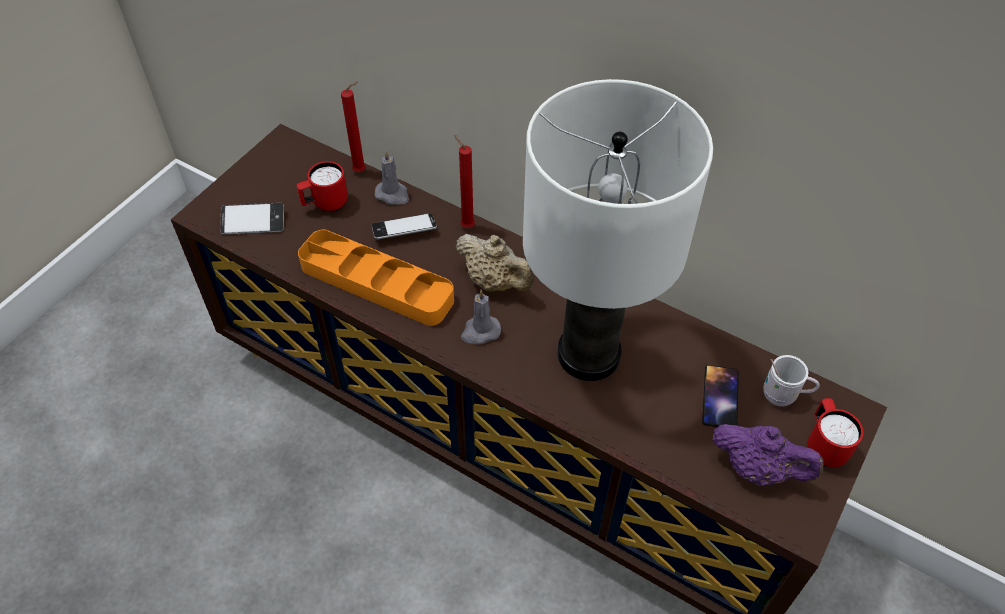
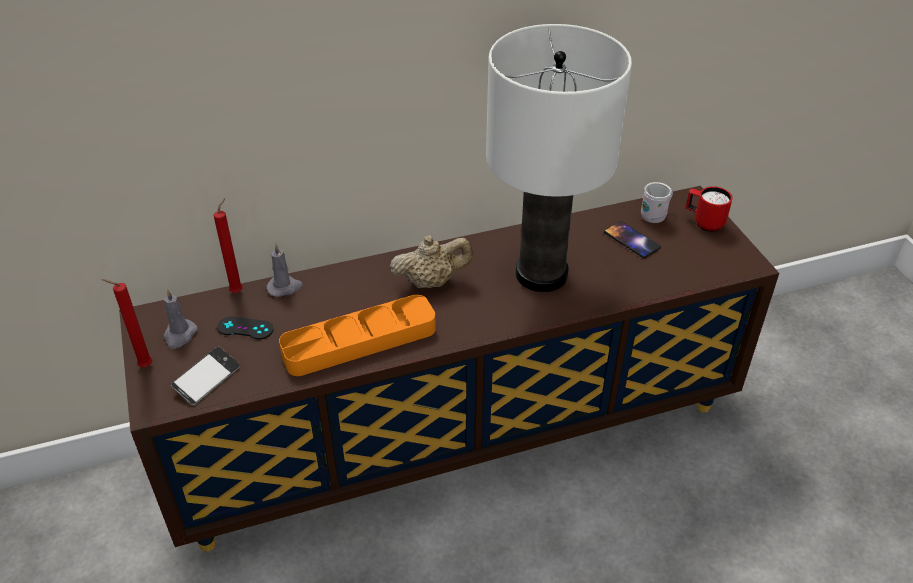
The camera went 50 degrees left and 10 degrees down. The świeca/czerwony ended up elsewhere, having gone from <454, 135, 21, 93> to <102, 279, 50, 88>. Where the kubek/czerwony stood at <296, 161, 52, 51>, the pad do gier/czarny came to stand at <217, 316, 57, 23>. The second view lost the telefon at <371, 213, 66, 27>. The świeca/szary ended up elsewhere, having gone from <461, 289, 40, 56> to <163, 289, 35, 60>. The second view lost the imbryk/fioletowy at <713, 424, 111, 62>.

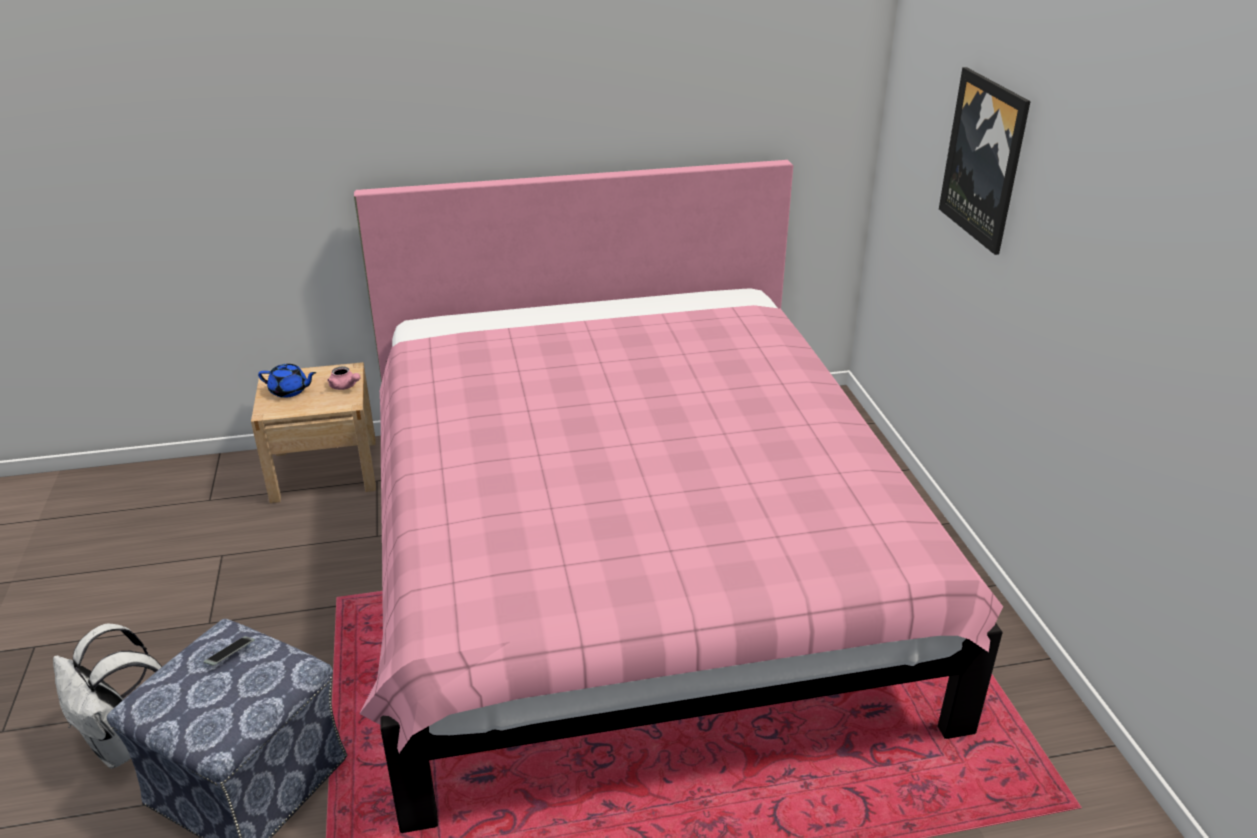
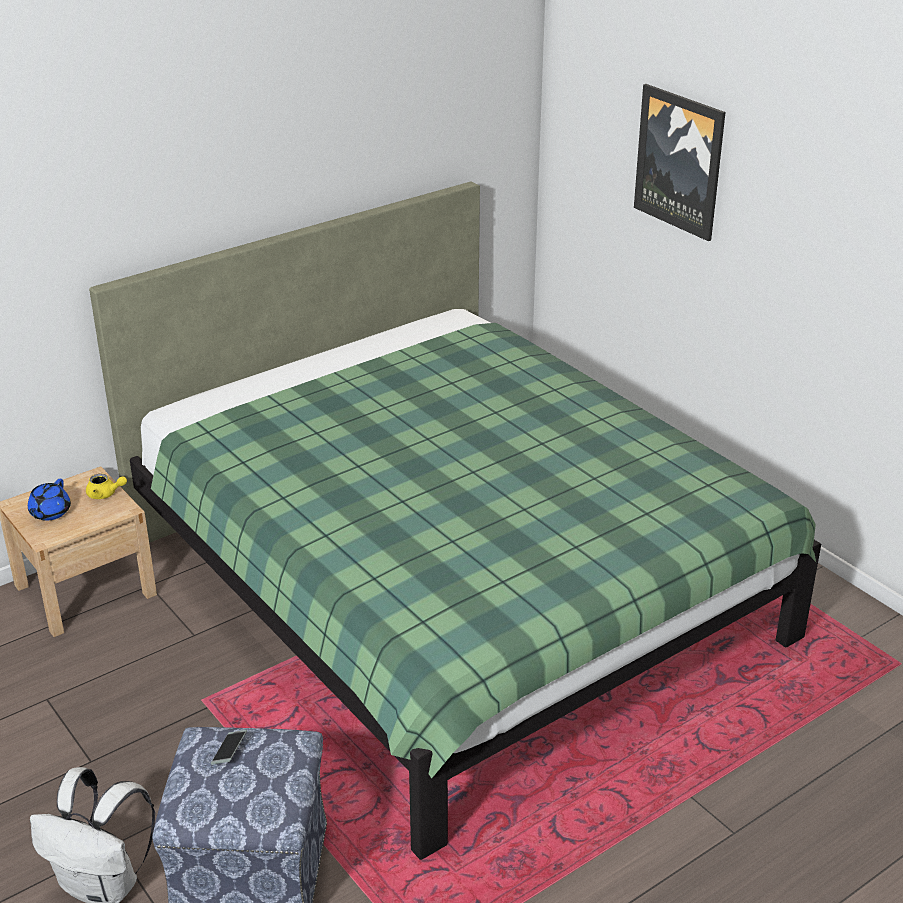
The camera went 25 degrees left and 0 degrees up. What was the łóżko/różowy at <354, 160, 649, 673> turned into the łóżko/zielony at <89, 181, 732, 679>. The imbryk/niebieski at <258, 364, 59, 34> ended up facing another way, 120 degrees clockwise from before. What was the imbryk/różowy at <327, 367, 34, 23> turned into the imbryk/żółty at <86, 474, 41, 25>.

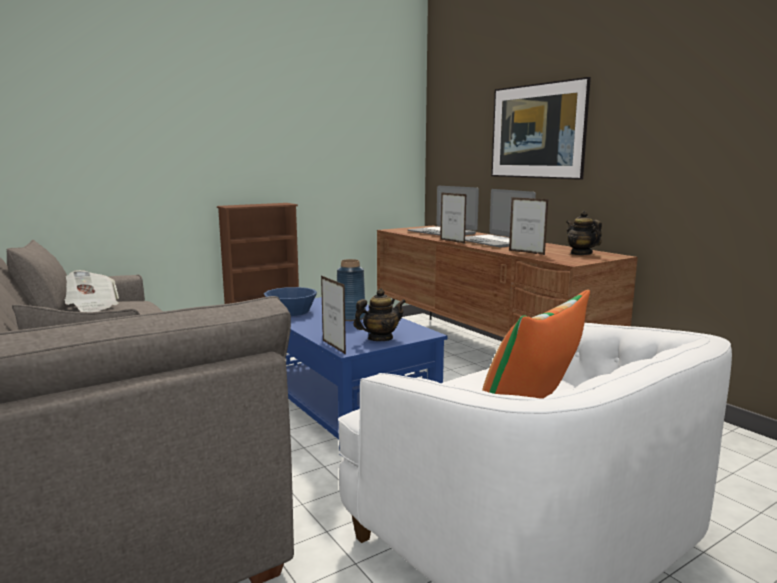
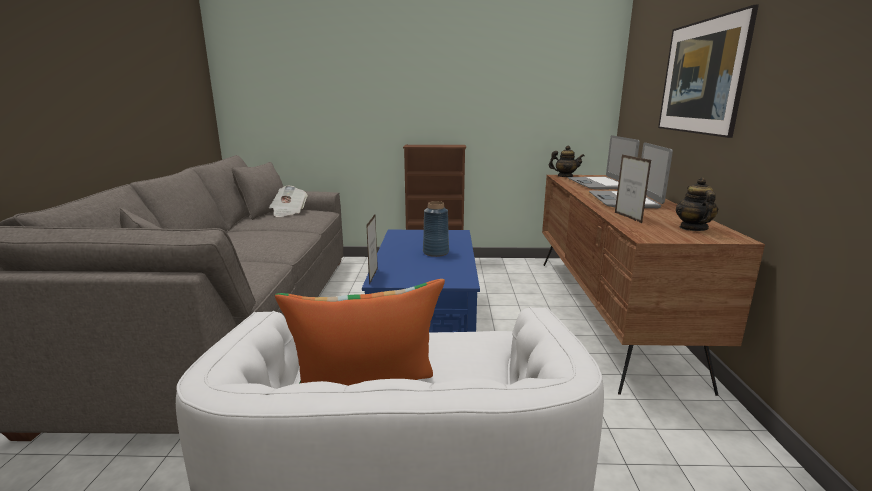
The camera went 35 degrees right and 5 degrees up. The second view lost the ramka na zdjęcie at <440, 192, 27, 52>. The second view lost the miska/niebieski at <264, 287, 53, 29>. The imbryk ended up elsewhere, having gone from <353, 288, 53, 53> to <549, 145, 35, 32>.

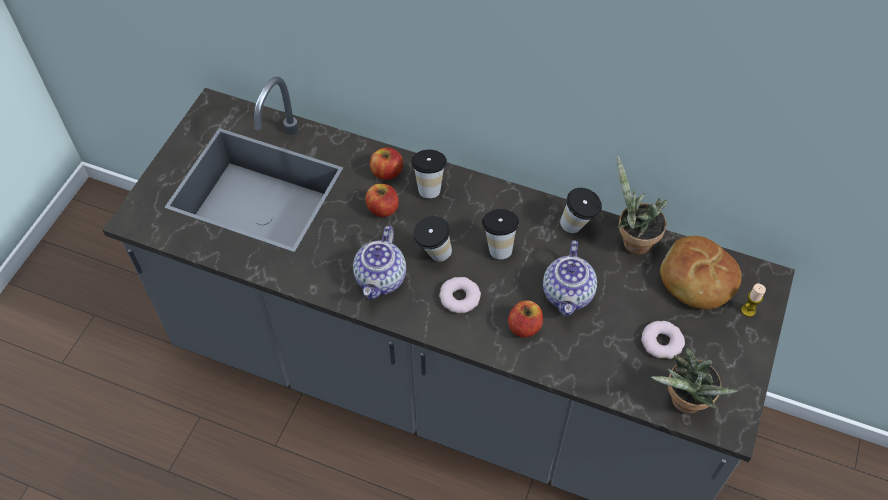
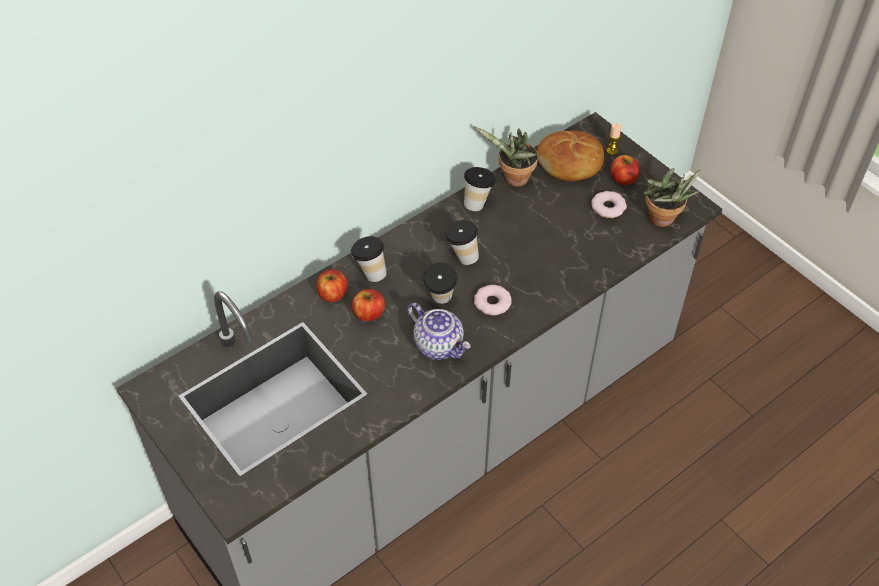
The camera went 60 degrees left and 5 degrees down. The second view lost the imbryk at <543, 240, 54, 76>. The jabłko ended up elsewhere, having gone from <508, 300, 35, 38> to <611, 155, 29, 30>.

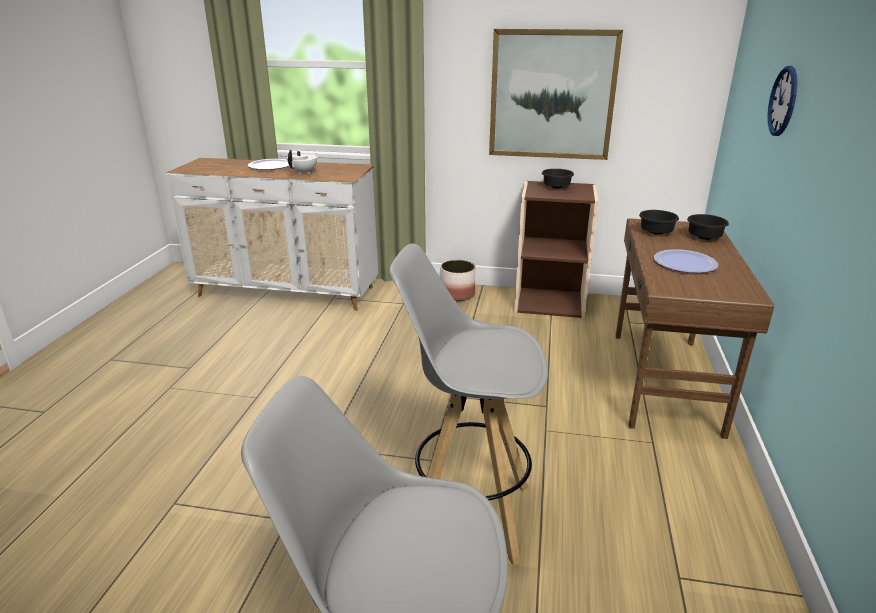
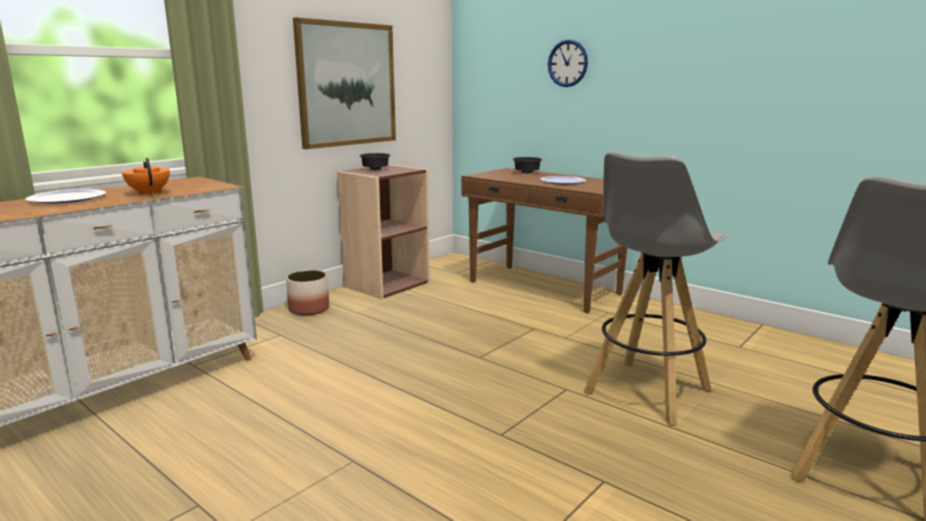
The camera went 60 degrees left and 10 degrees down. What was the imbryk/biały at <287, 150, 30, 25> turned into the imbryk/pomarańczowy at <122, 158, 48, 37>. The second view lost the miska/czarny at <639, 210, 40, 25>.

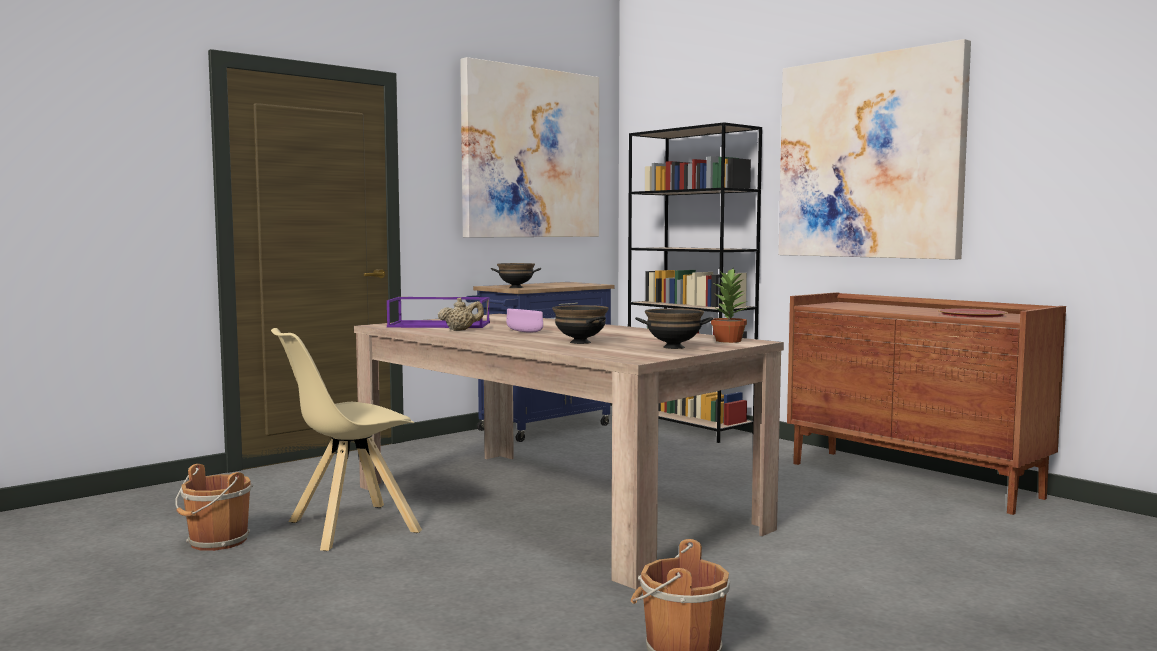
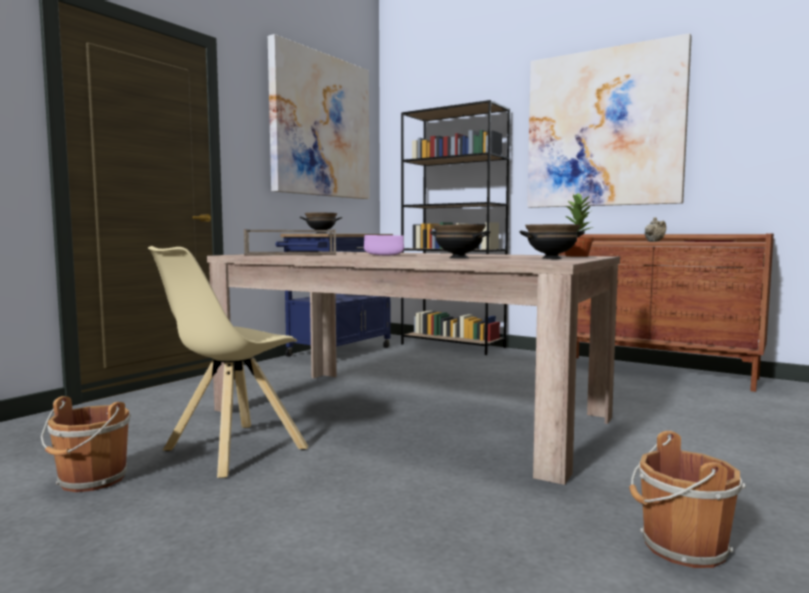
The camera went 15 degrees left and 0 degrees up. What was the taca/fioletowy at <387, 297, 103, 31> turned into the taca/brązowy at <244, 229, 92, 27>. The imbryk/beżowy ended up elsewhere, having gone from <438, 297, 46, 34> to <645, 217, 21, 25>.

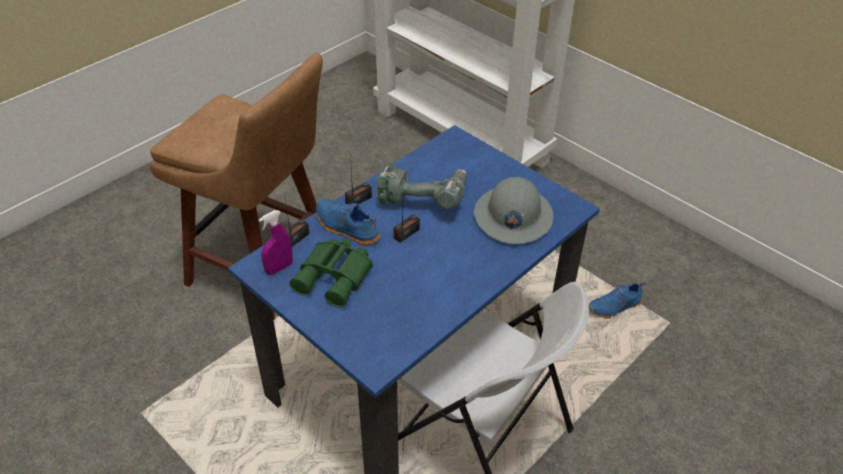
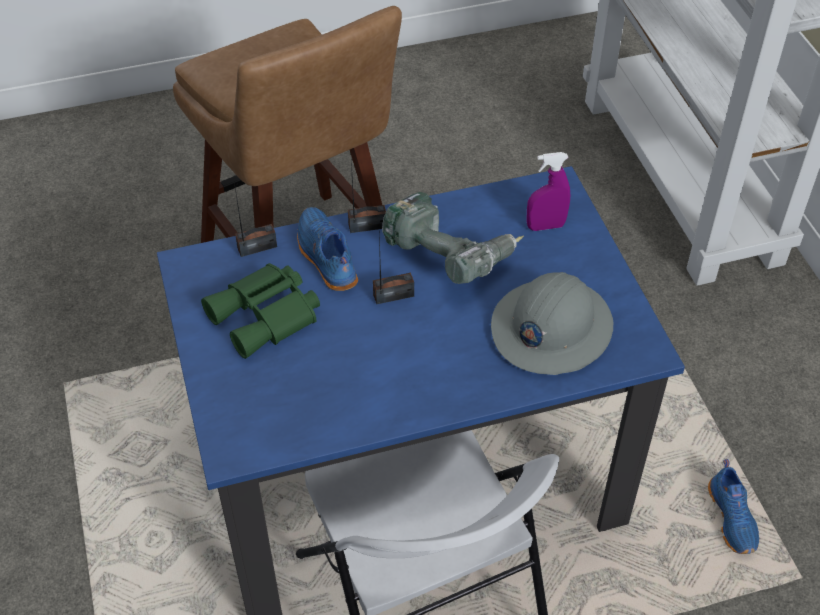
The camera went 30 degrees right and 5 degrees up. The spryskiwacz/fioletowy ended up elsewhere, having gone from <258, 210, 35, 65> to <527, 152, 43, 79>. The but/niebieski at <589, 282, 56, 37> ended up facing another way, 105 degrees counterclockwise from before.

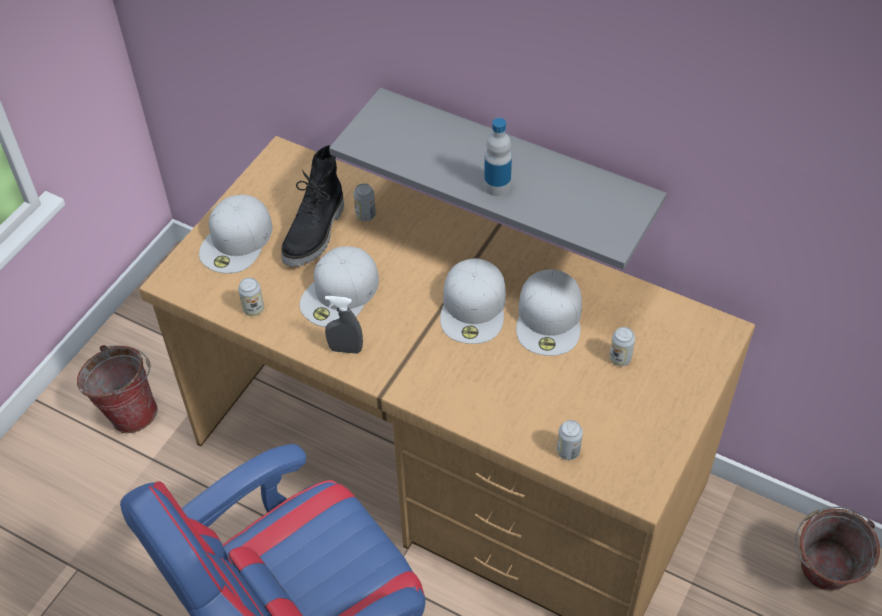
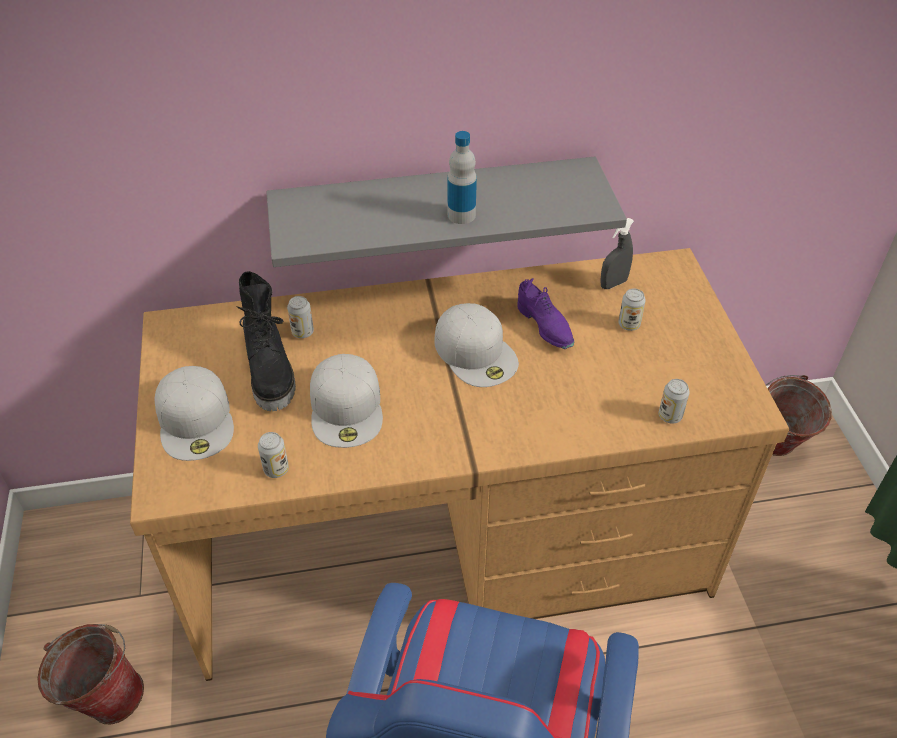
The camera went 40 degrees left and 5 degrees down. Where the czapka z daszkiem/biały stood at <516, 269, 66, 87>, the but/fioletowy came to stand at <517, 278, 57, 71>. The spryskiwacz/szary ended up elsewhere, having gone from <325, 296, 38, 58> to <600, 218, 34, 71>.

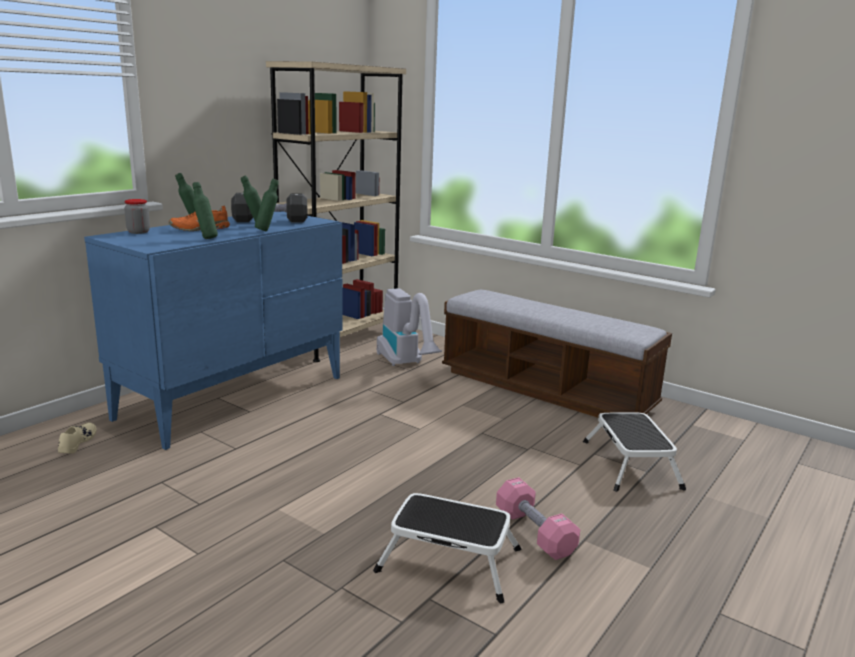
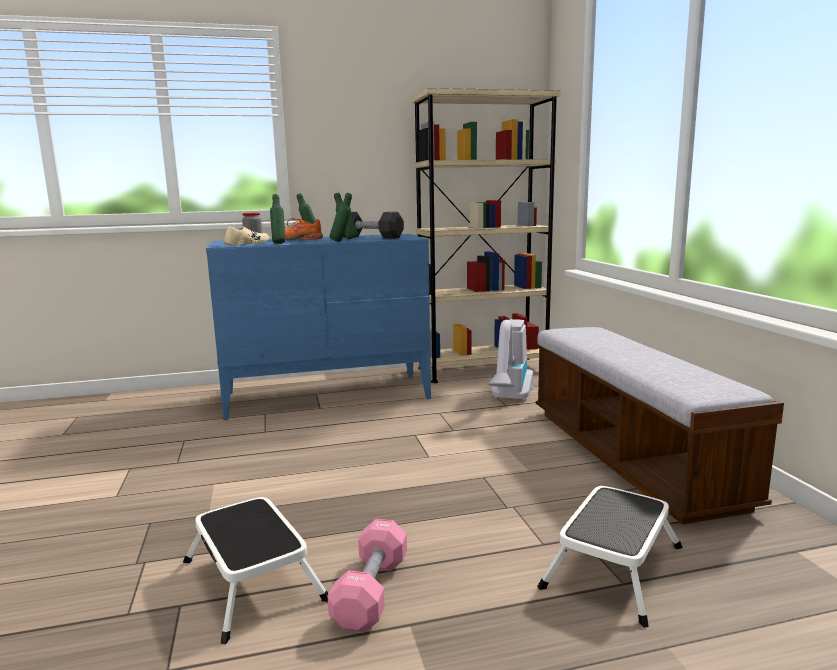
The camera went 40 degrees right and 5 degrees down. The but/beżowy ended up elsewhere, having gone from <58, 423, 39, 31> to <224, 226, 45, 19>.

